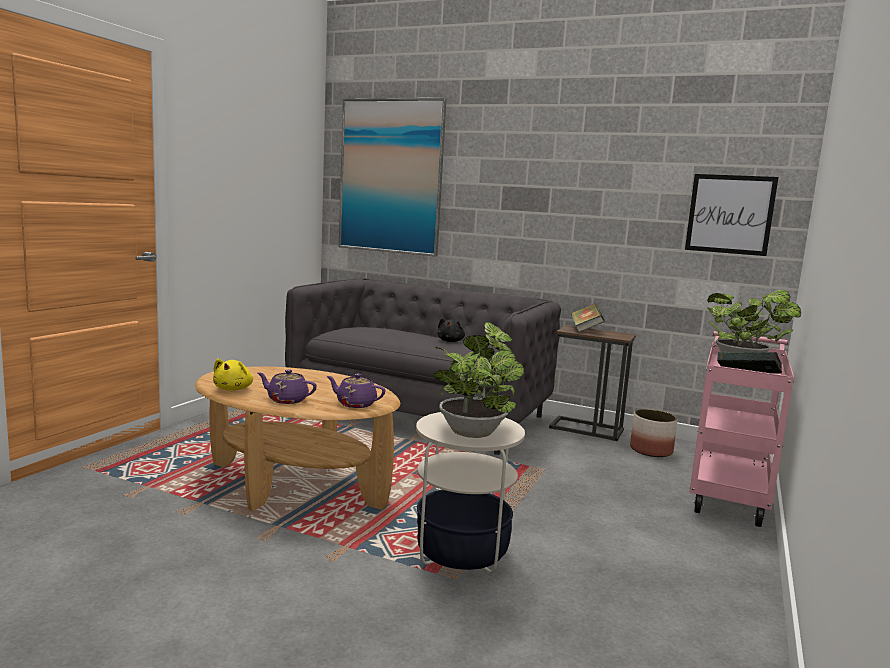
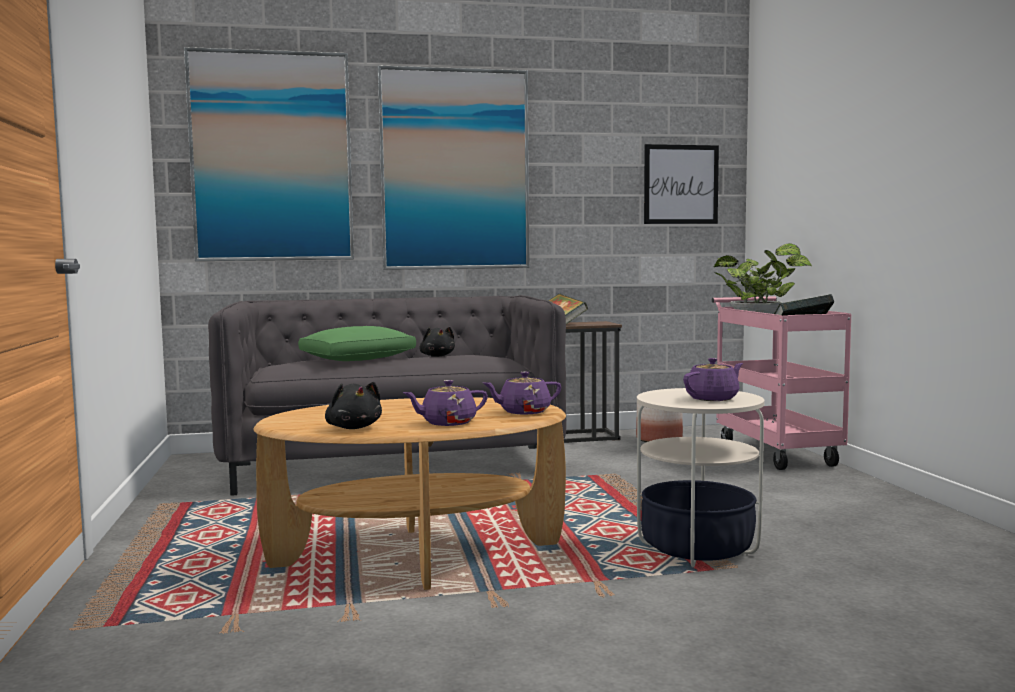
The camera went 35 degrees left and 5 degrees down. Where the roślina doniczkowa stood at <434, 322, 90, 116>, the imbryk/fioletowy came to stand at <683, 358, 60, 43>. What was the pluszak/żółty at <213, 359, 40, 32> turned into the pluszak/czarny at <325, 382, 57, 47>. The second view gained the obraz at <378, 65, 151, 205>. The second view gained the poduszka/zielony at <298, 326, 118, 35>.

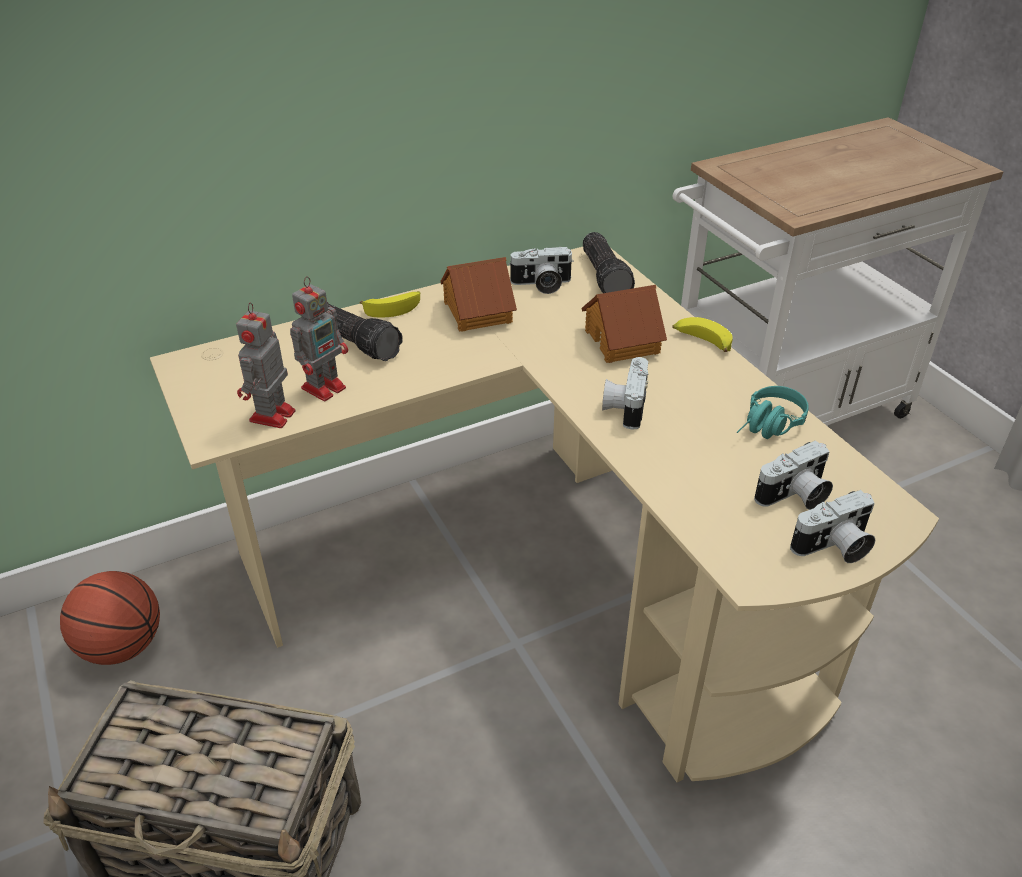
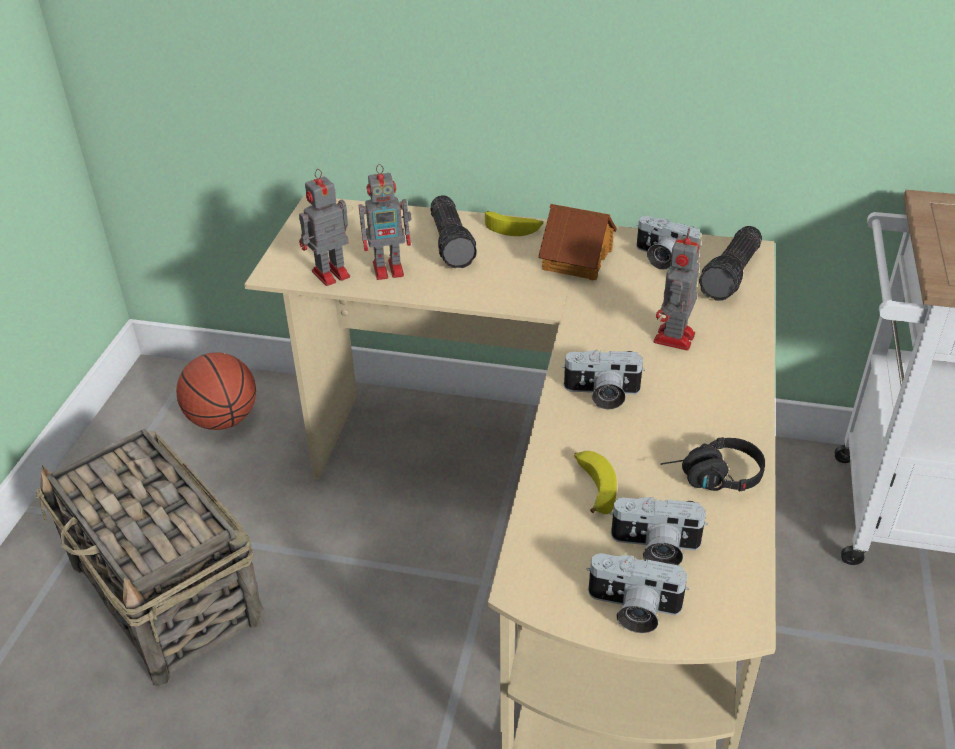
The camera went 40 degrees right and 0 degrees up. Where the domek stood at <582, 285, 85, 78>, the robot zabawkowy came to stand at <654, 228, 47, 122>. The banan ended up elsewhere, having gone from <672, 317, 61, 35> to <574, 451, 43, 63>. The aparat fotograficzny at <602, 357, 46, 73> ended up facing another way, 135 degrees counterclockwise from before. What was the słuchawki/turkusowy at <737, 386, 72, 53> turned into the słuchawki/czarny at <661, 437, 104, 54>.

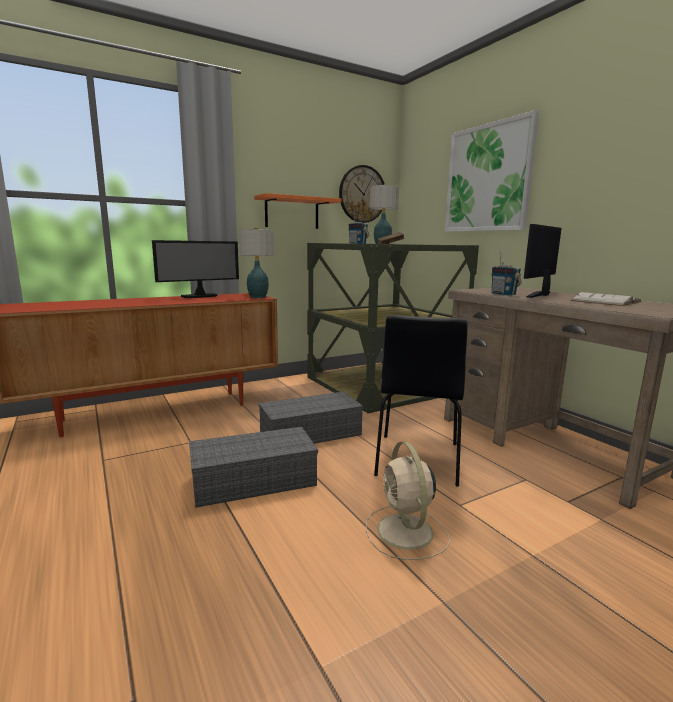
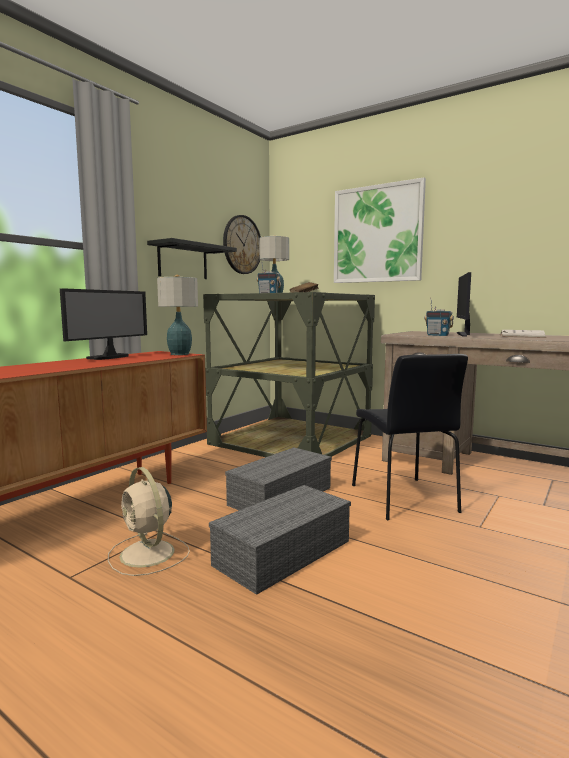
The camera went 25 degrees left and 5 degrees down. What was the półka/pomarańczowy at <254, 193, 87, 36> turned into the półka/czarny at <147, 238, 90, 41>. The wentylator/beżowy ended up elsewhere, having gone from <366, 441, 84, 119> to <108, 467, 82, 109>.

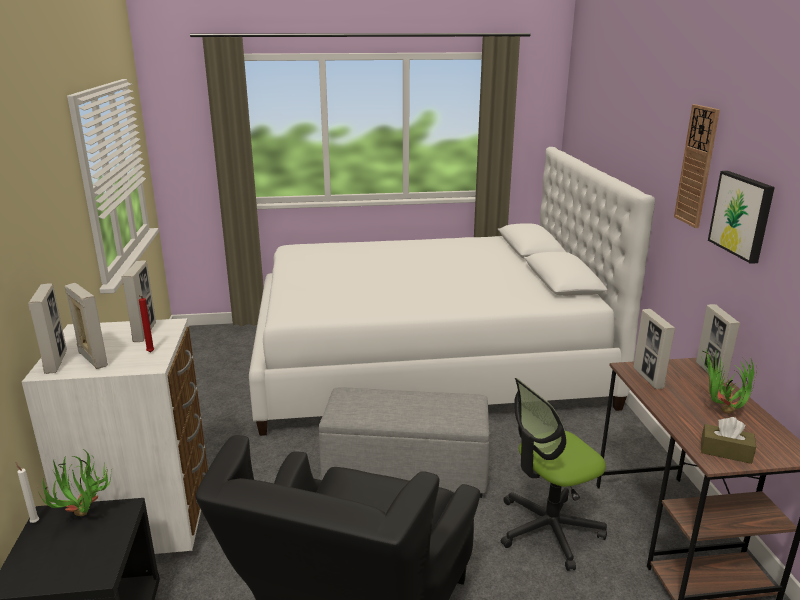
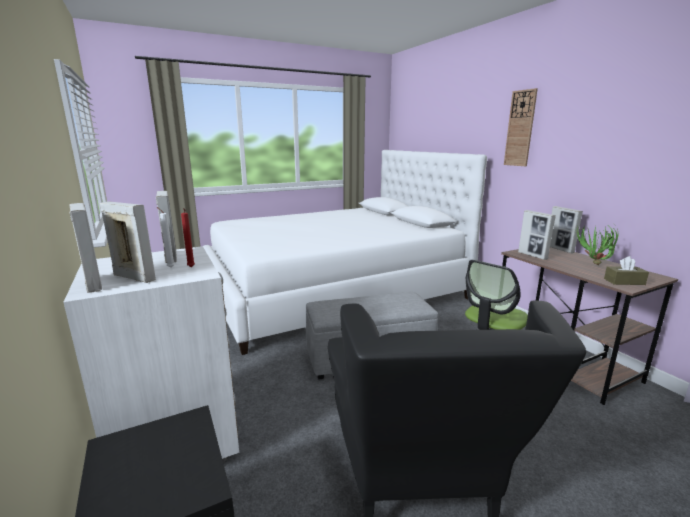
The camera went 20 degrees left and 5 degrees down. The second view lost the obraz at <708, 171, 67, 93>. The second view lost the roślina doniczkowa at <38, 449, 75, 67>. The świeca/biały ended up elsewhere, having gone from <15, 462, 24, 61> to <157, 207, 18, 61>.

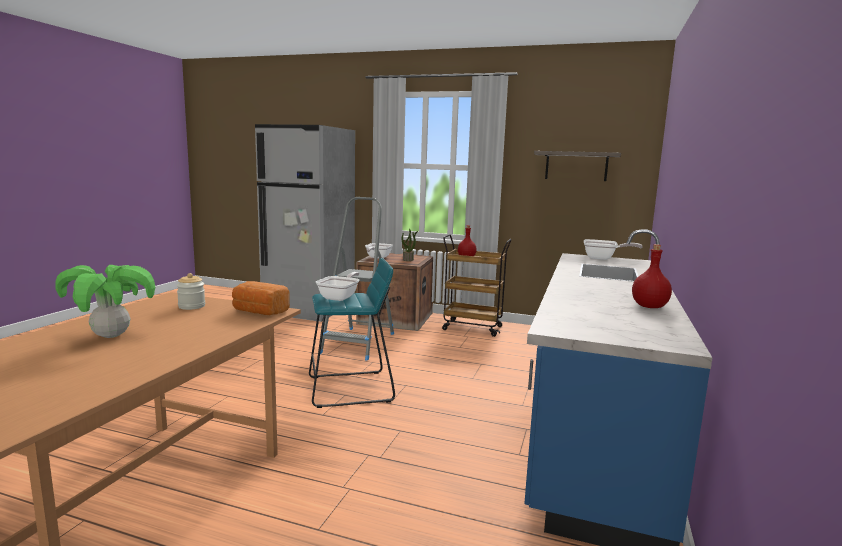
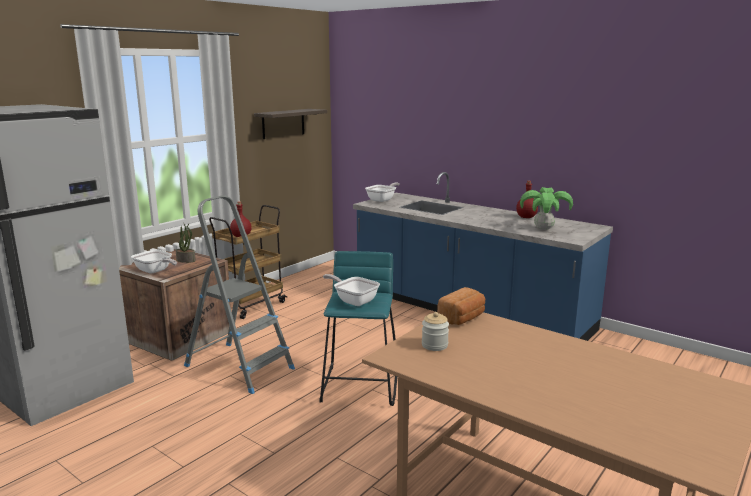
The camera went 70 degrees left and 5 degrees up. The roślina doniczkowa ended up elsewhere, having gone from <55, 265, 100, 73> to <520, 187, 53, 43>.

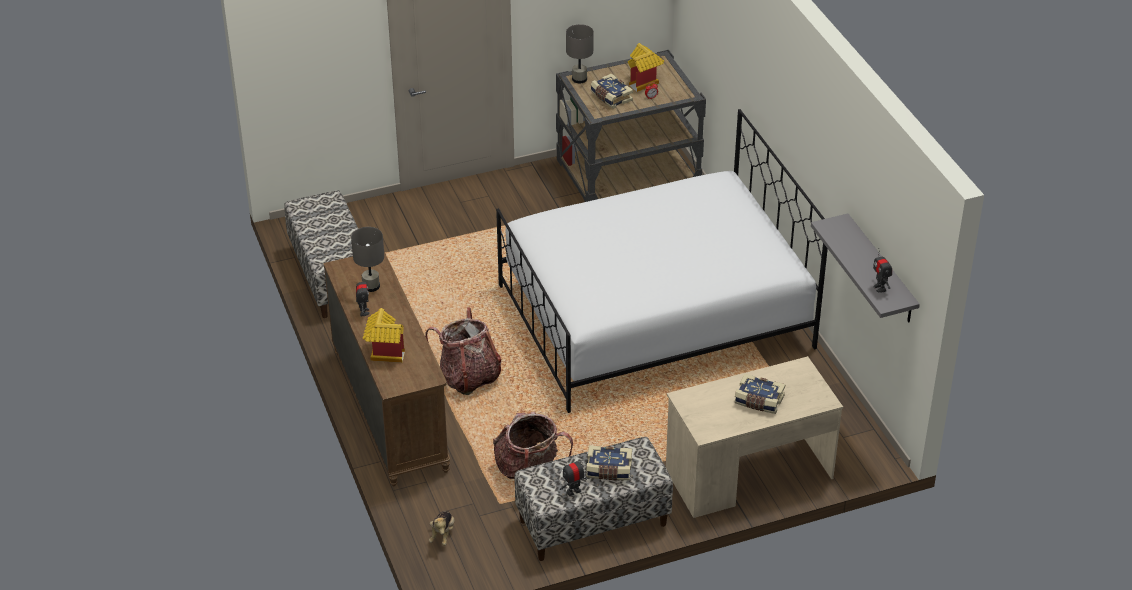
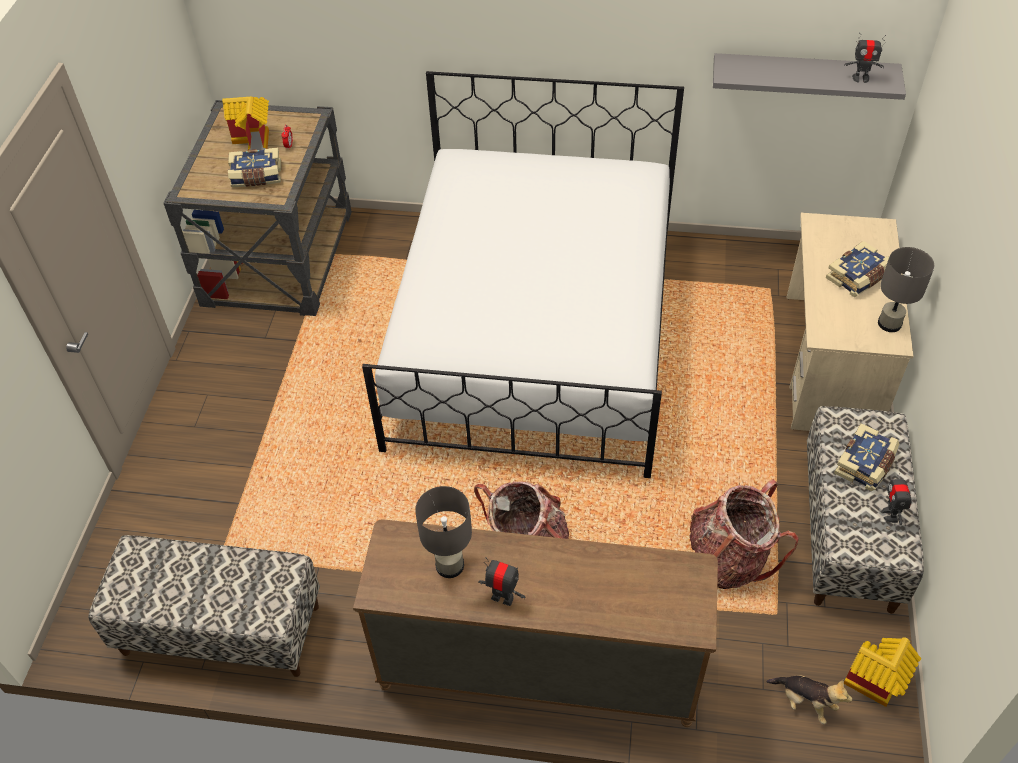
The camera went 60 degrees left and 10 degrees up. The lampa stołowa/szary ended up elsewhere, having gone from <566, 24, 28, 59> to <878, 247, 56, 85>. The domek ended up elsewhere, having gone from <363, 308, 42, 55> to <844, 637, 77, 70>.

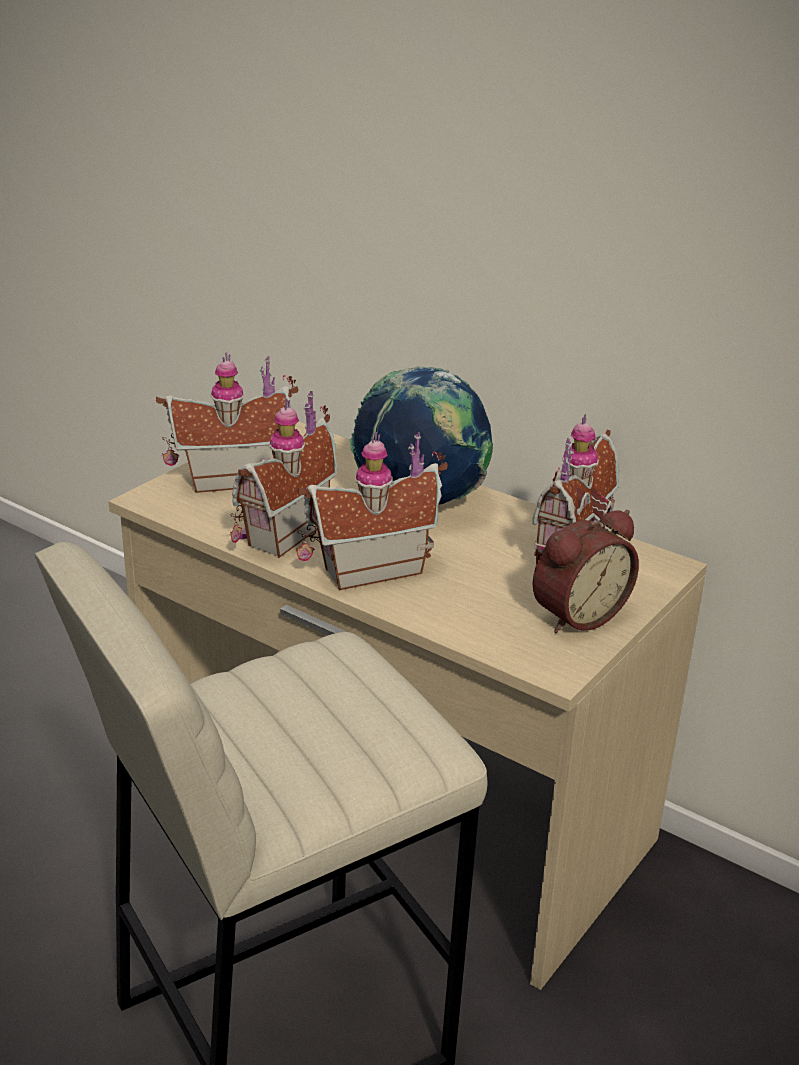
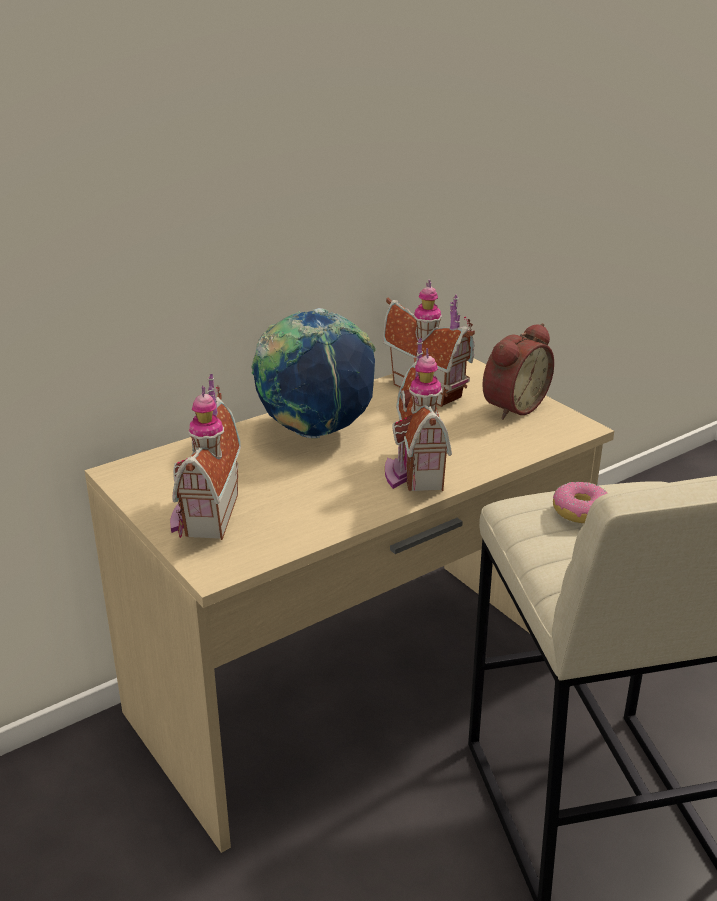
The camera went 70 degrees left and 0 degrees up. The second view lost the domek at <230, 391, 107, 167>. The budzik at <533, 510, 106, 123> ended up facing another way, 60 degrees clockwise from before. The second view gained the donut at <553, 482, 55, 41>.

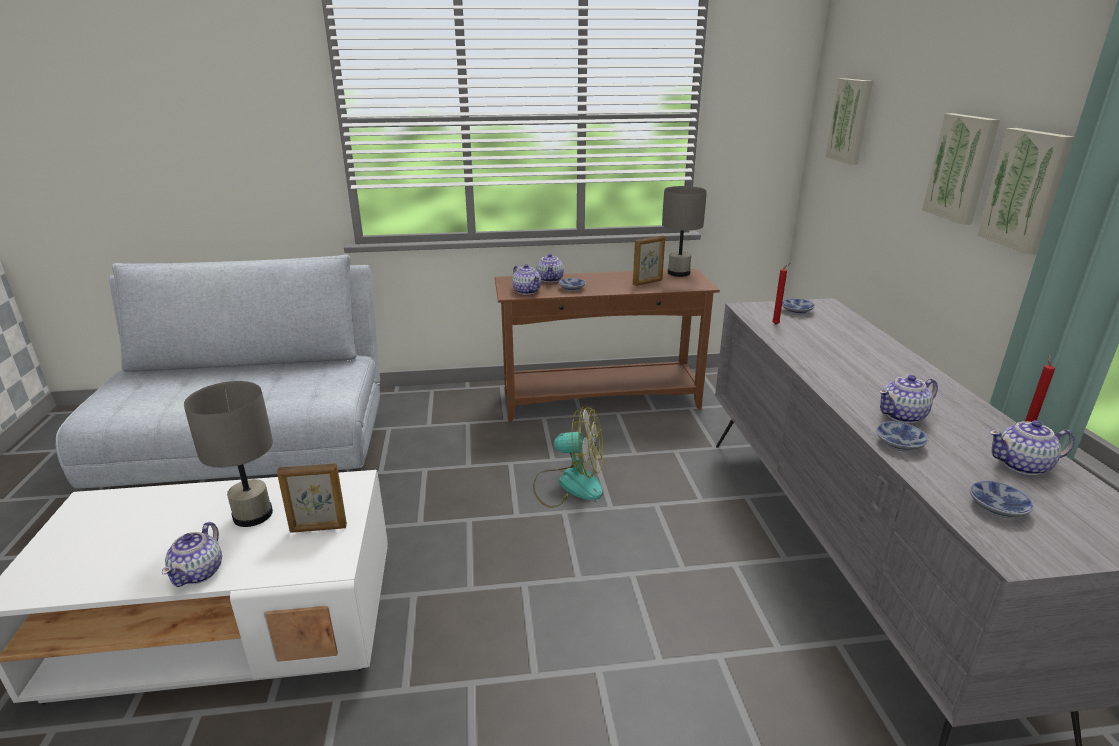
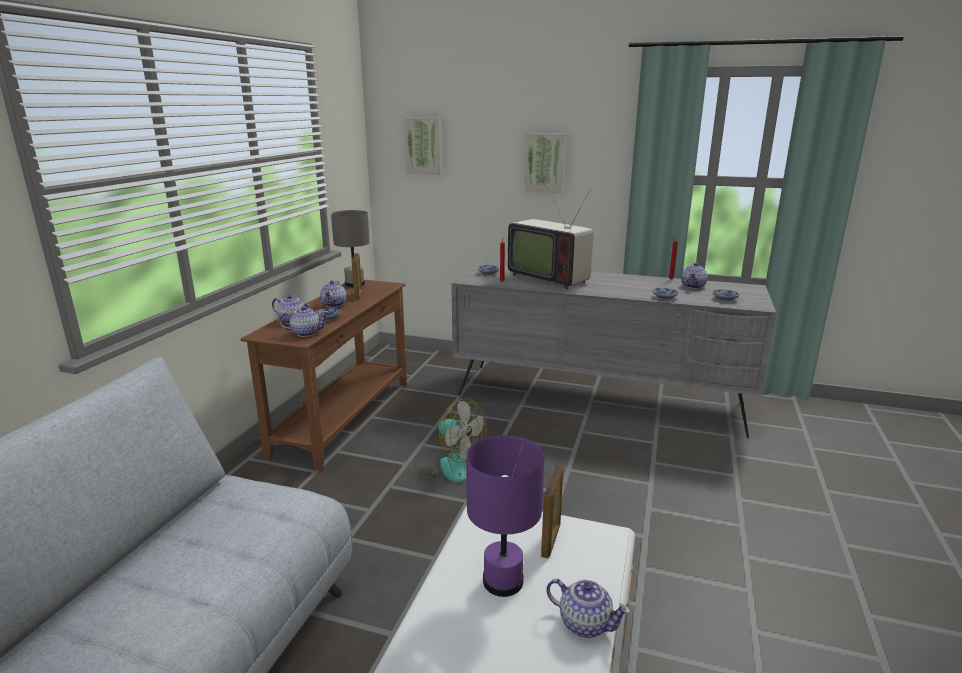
The camera went 65 degrees left and 5 degrees down. The second view lost the obraz at <977, 128, 97, 126>. The imbryk ended up elsewhere, having gone from <879, 375, 59, 48> to <320, 280, 27, 28>. What was the lampa stołowa/szary at <184, 381, 89, 146> turned into the lampa stołowa/fioletowy at <466, 435, 78, 162>. The wentylator at <533, 405, 70, 103> ended up facing another way, 90 degrees clockwise from before. The second view gained the telewizor at <508, 187, 86, 102>.

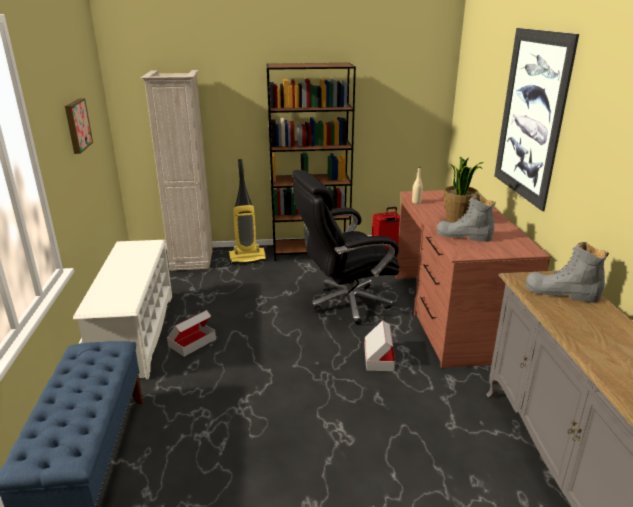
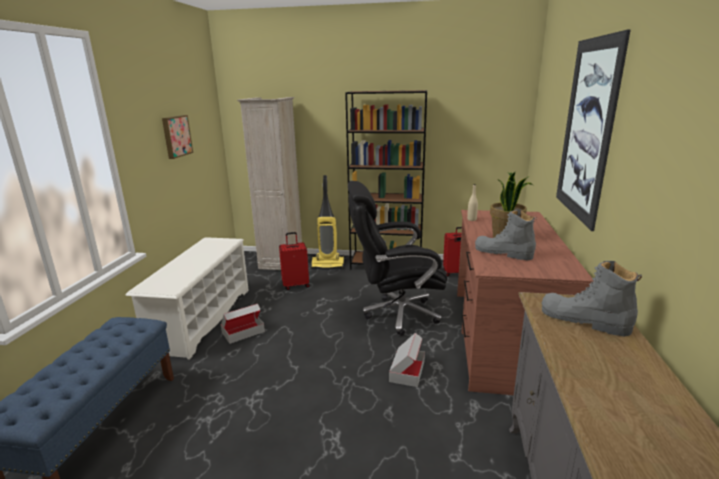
The camera went 15 degrees right and 5 degrees down. The second view gained the walizka/czerwony at <279, 232, 31, 58>.

